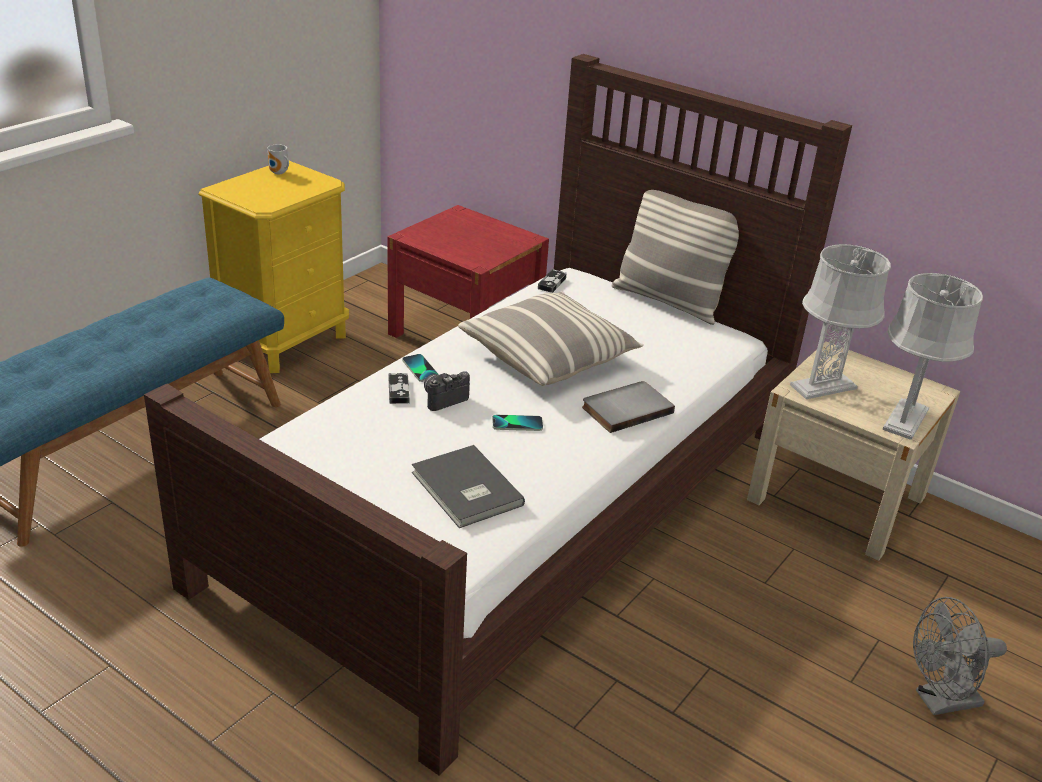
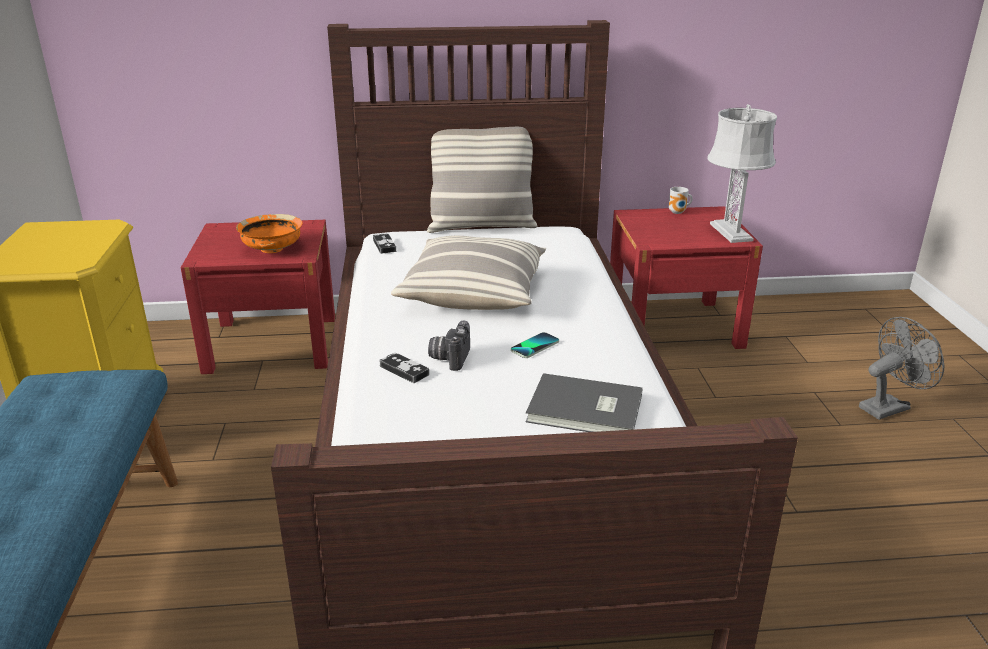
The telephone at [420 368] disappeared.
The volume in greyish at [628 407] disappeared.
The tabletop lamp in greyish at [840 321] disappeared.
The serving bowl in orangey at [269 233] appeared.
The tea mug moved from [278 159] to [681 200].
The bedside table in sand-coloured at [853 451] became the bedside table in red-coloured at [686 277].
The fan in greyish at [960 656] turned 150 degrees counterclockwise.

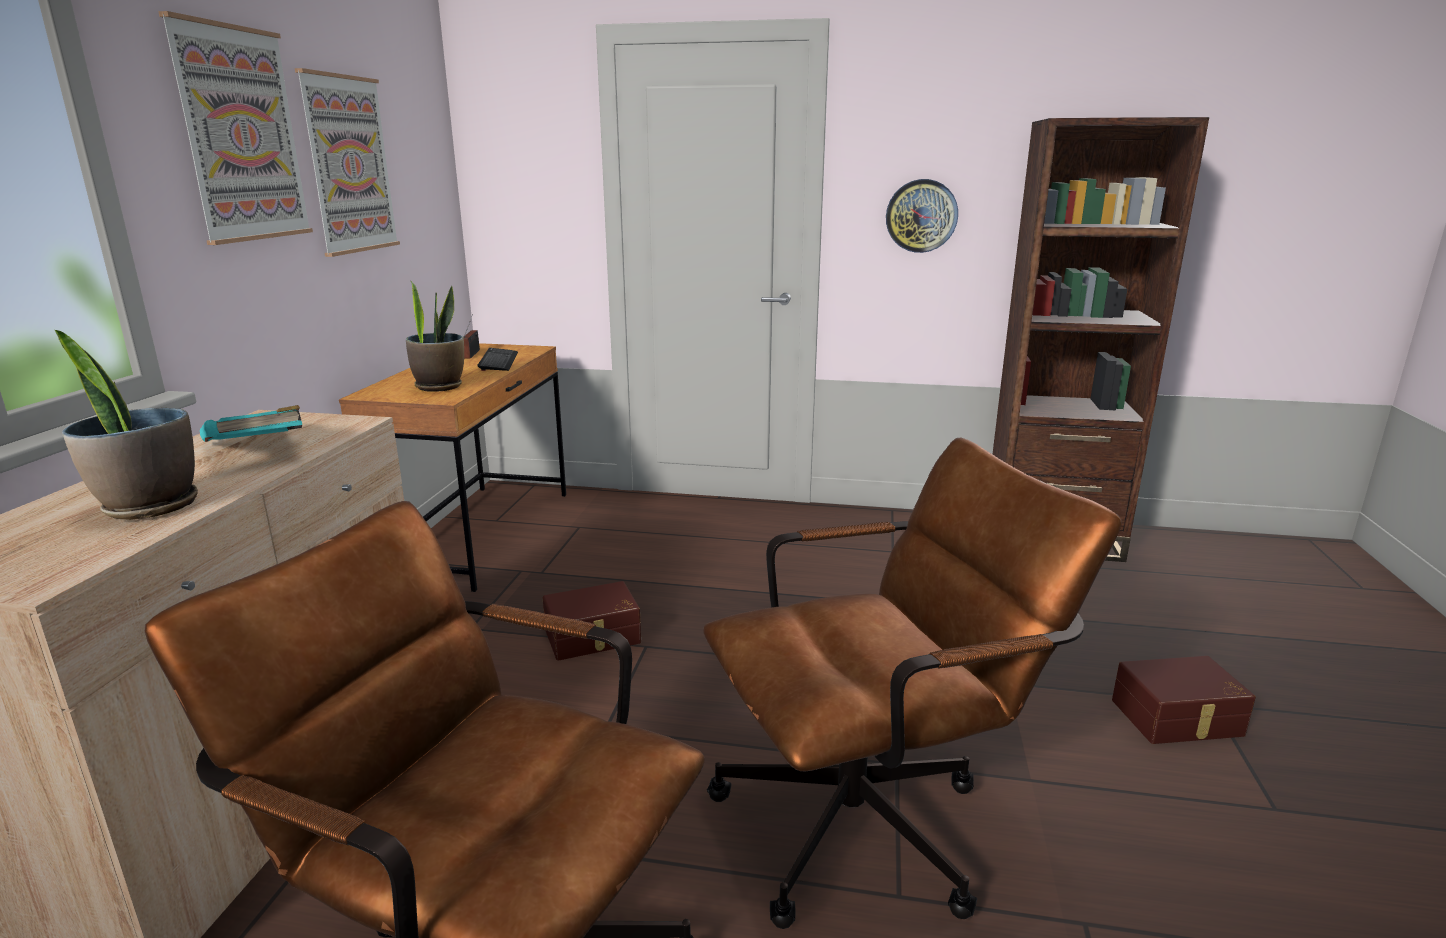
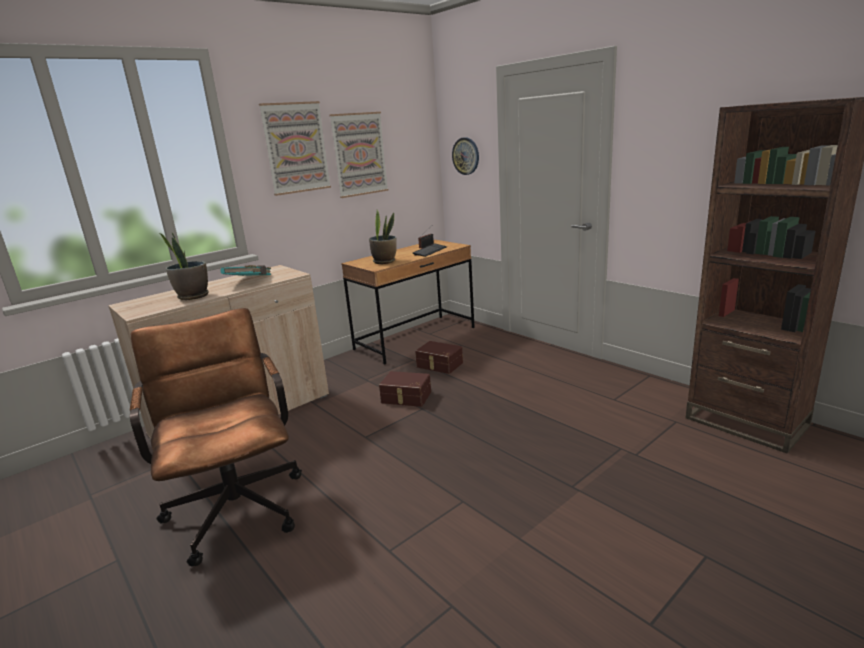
The office chair in brownish at [912 683] disappeared.
The wall clock moved from [922 216] to [465 156].
The storage container in brownish moved from [1184 700] to [439 357].

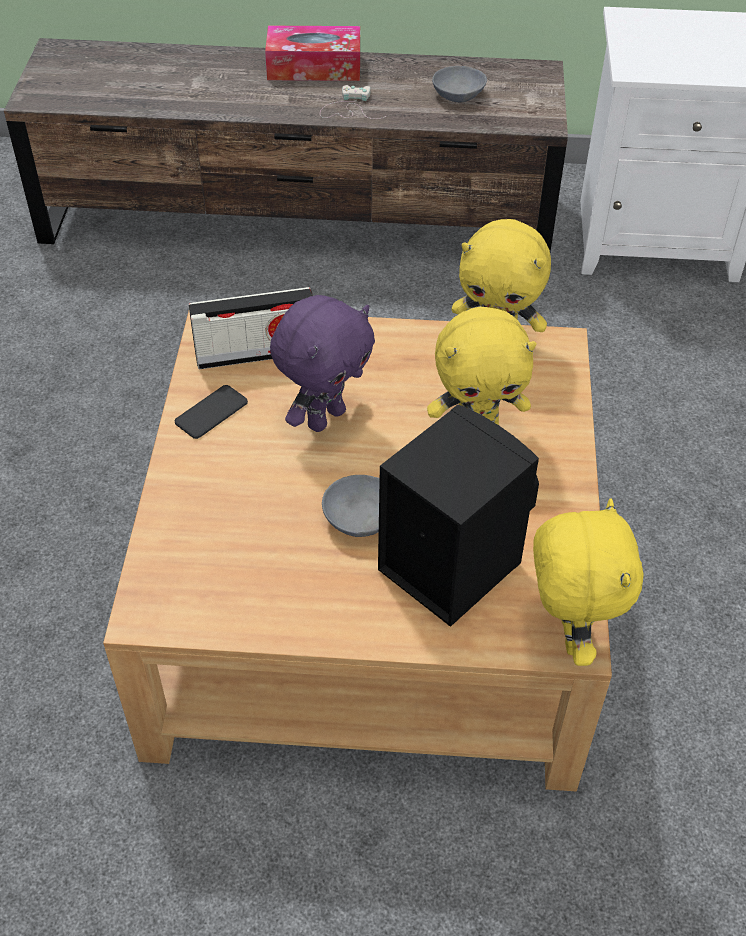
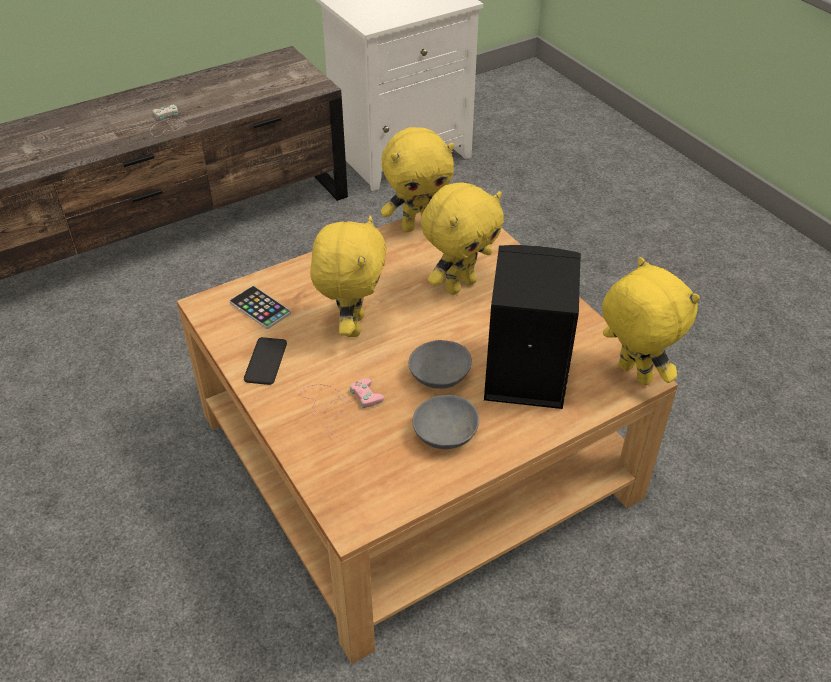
The box of tissues at [312 53] disappeared.
The gamepad in pinkish at [342 408] appeared.
The serving bowl in greyish moved from [459 84] to [446 422].
The radio set at [250 328] was replaced by the telephone at [260 307].
The cuddly toy in purple-coloured at [322 363] became the cuddly toy in yellow-coloured at [348 276].

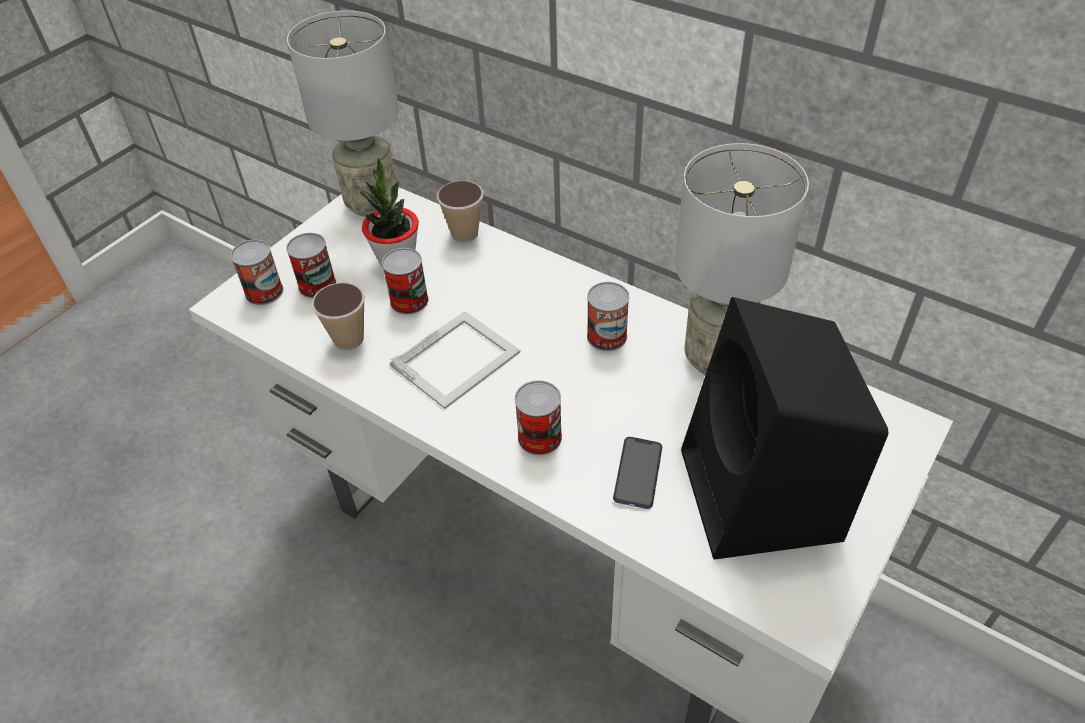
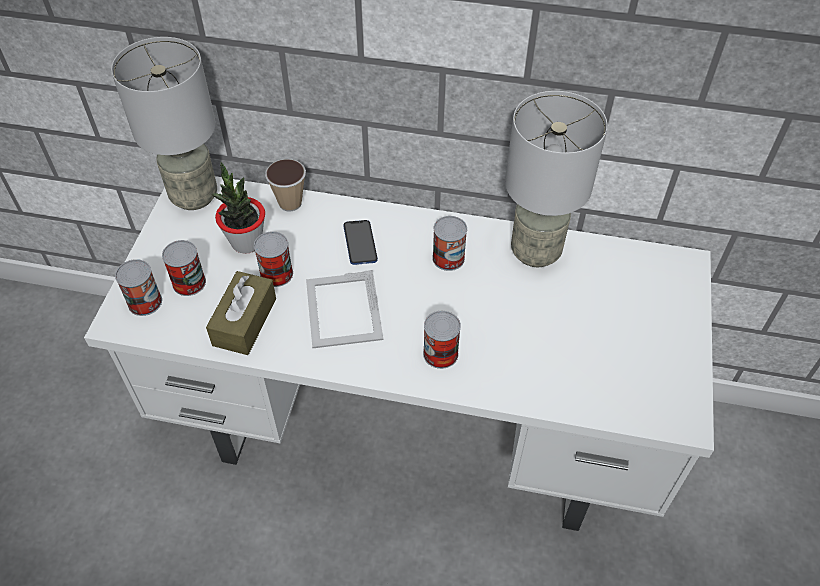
The speaker in black at [784 428] disappeared.
The telephone moved from [637 473] to [360 242].
The small cup at [338 316] was replaced by the box of tissues in brownish at [241 313].
The photo frame at [455 360] turned 150 degrees clockwise.

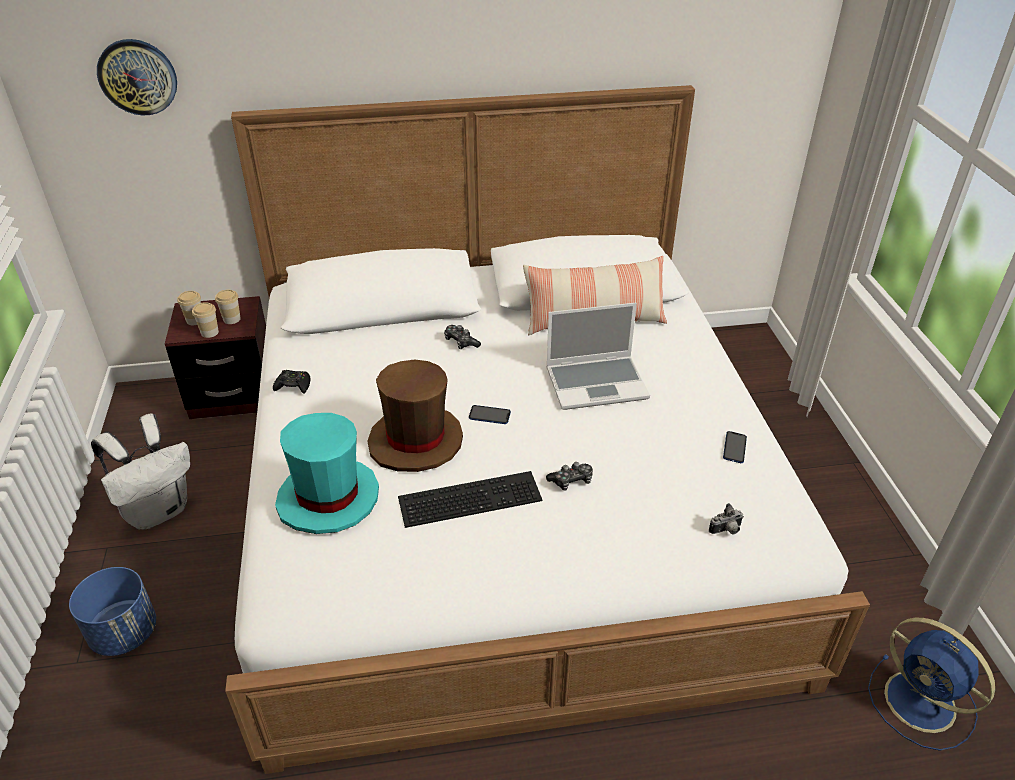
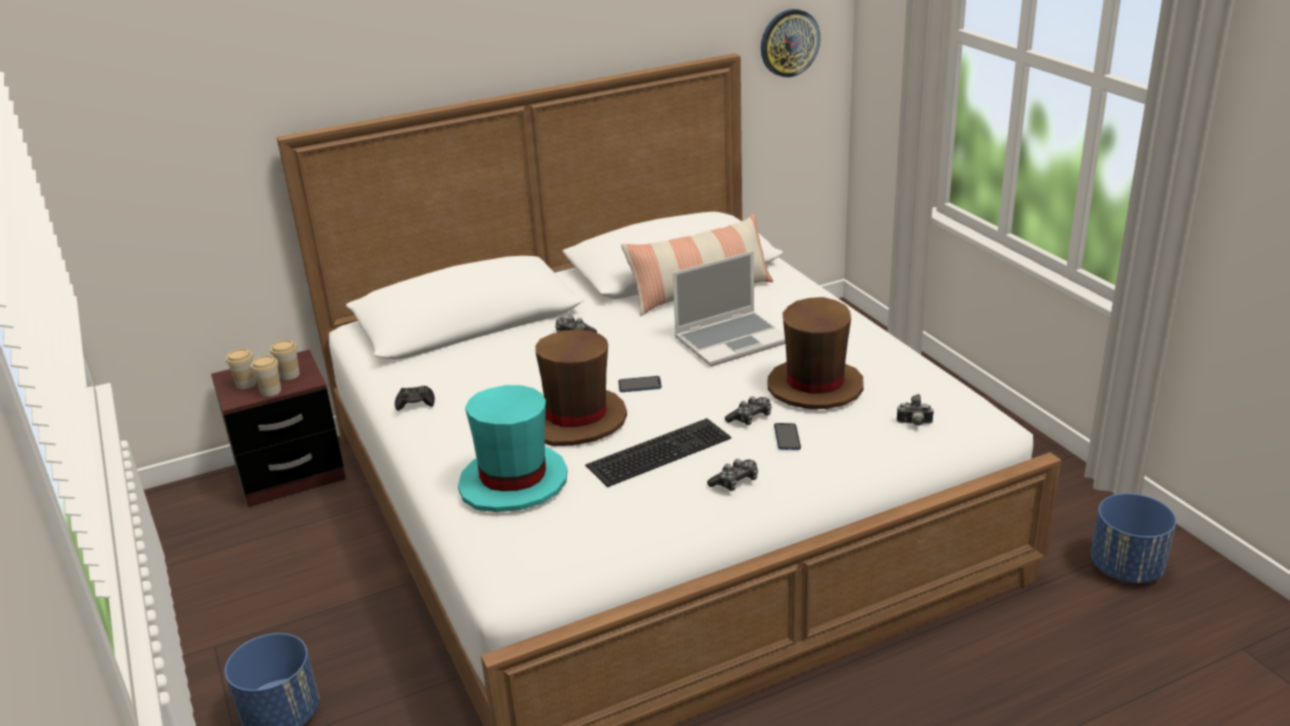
The rucksack in whitish at [140 471] disappeared.
The gamepad at [732 475] appeared.
The clothing hat in brownish at [816 353] appeared.
The wall clock moved from [137 77] to [790 43].
The telephone moved from [735 447] to [787 436].
The fan in blue-coloured at [931 684] was replaced by the flower pot in blue-coloured at [1133 538].
The still camera at [726 518] turned 45 degrees clockwise.

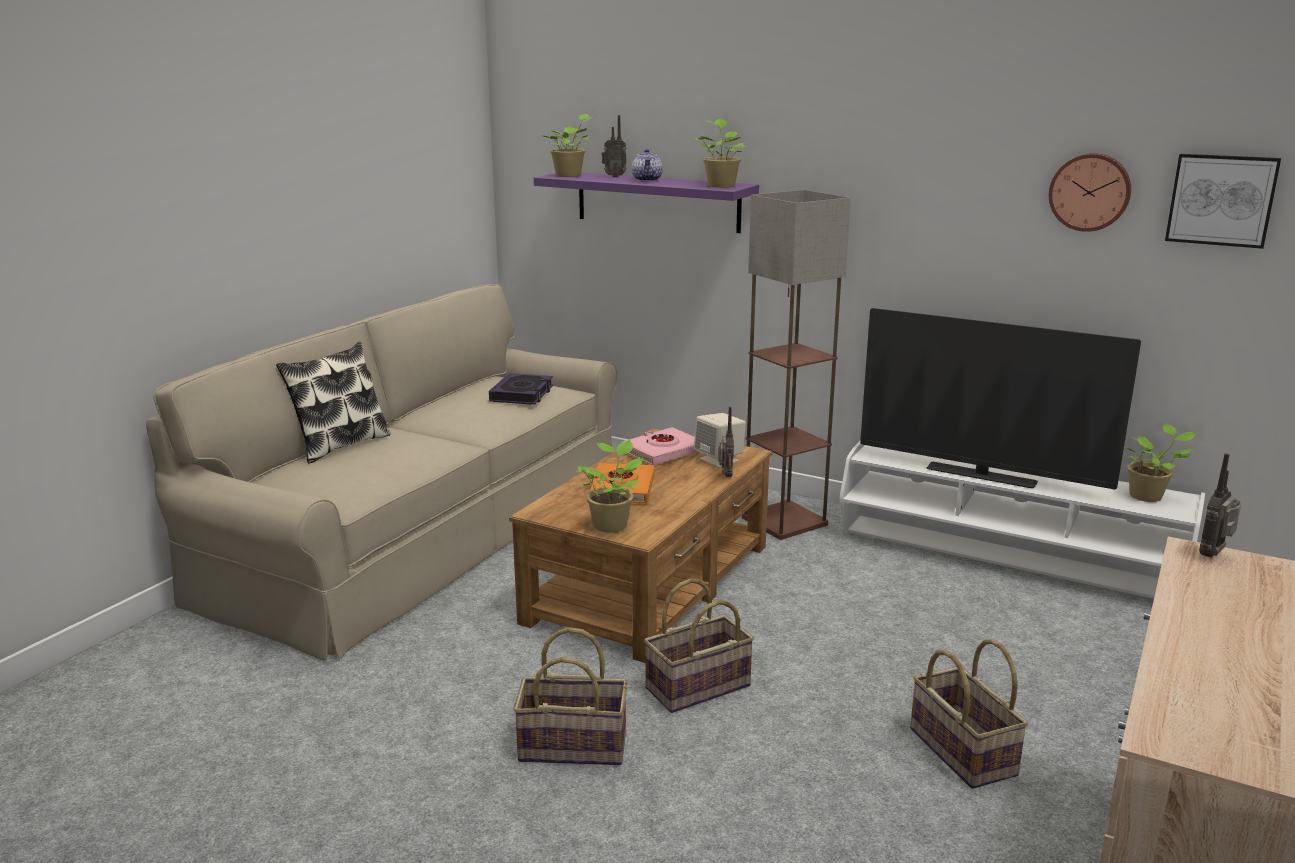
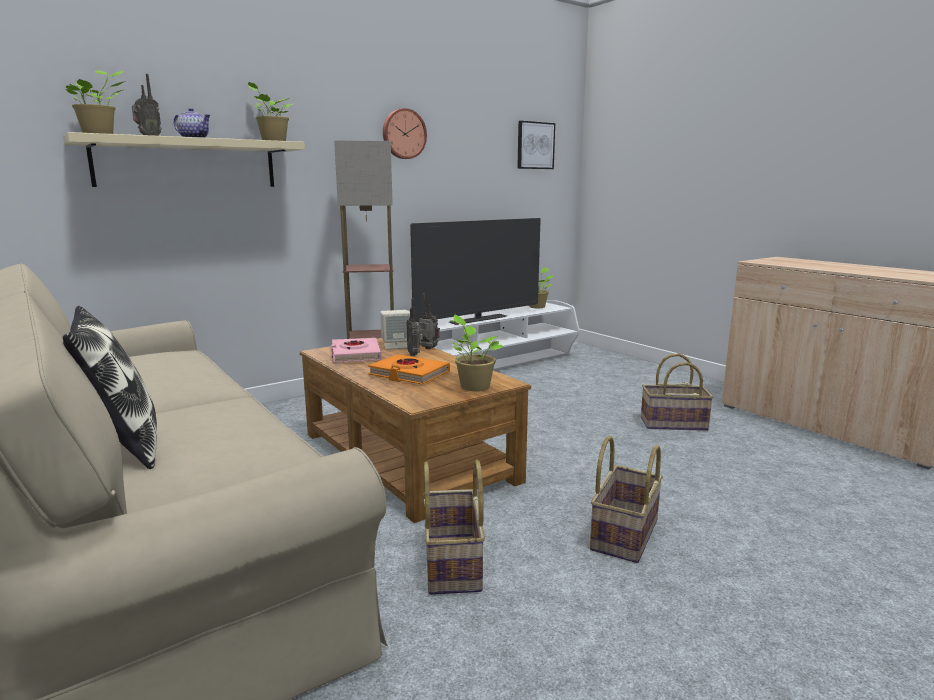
The volume at [521 389] disappeared.
The basket moved from [699 646] to [454 527].
The wall clock moved from [1090 192] to [405 133].
The radio set moved from [1220 505] to [414 327].
The wall shelf in purple-coloured at [646 203] became the wall shelf in sand-coloured at [184 159].

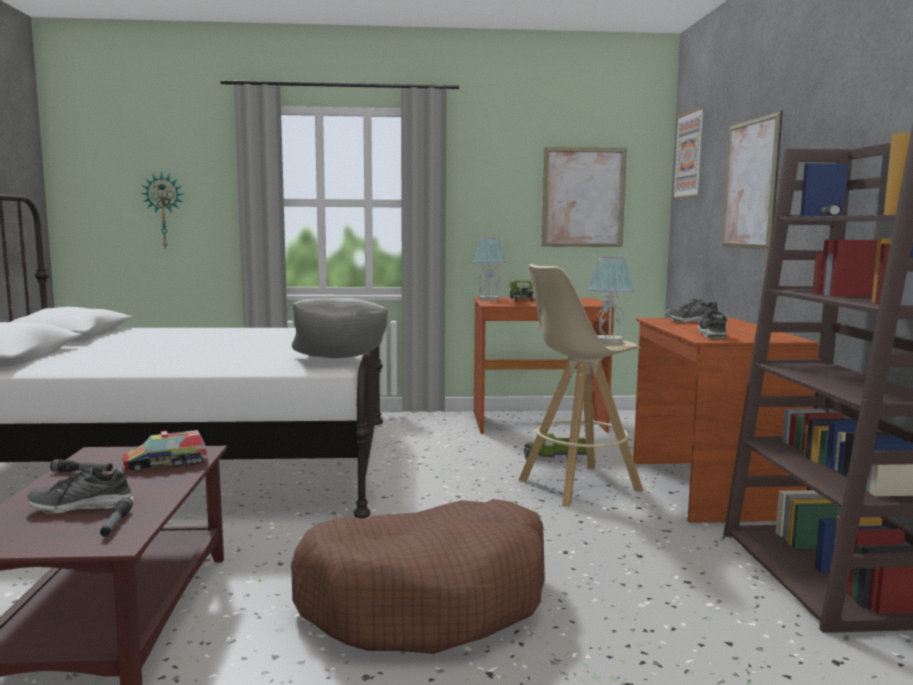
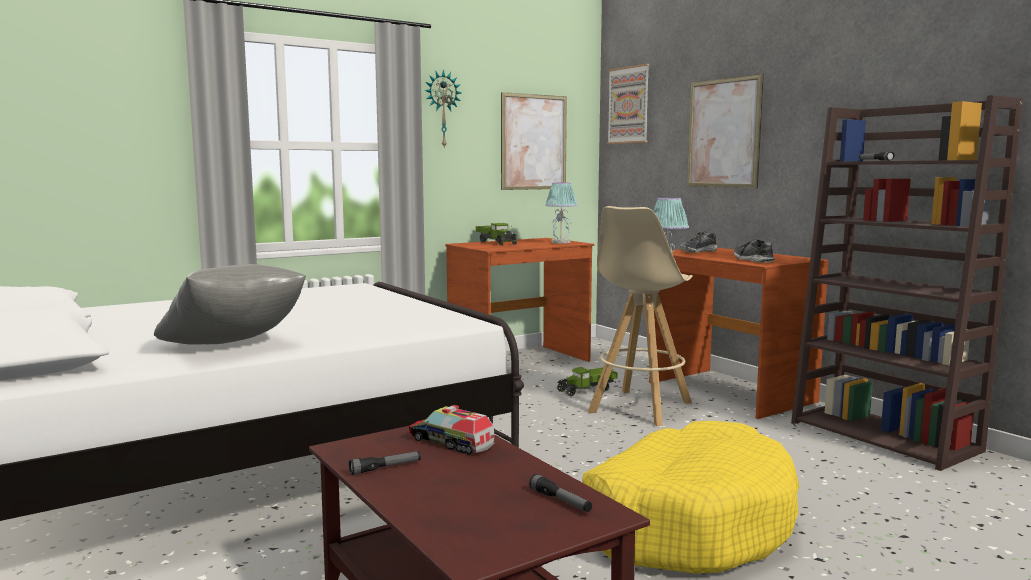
The item of footwear at [80 490] disappeared.
The wall clock moved from [162 210] to [442 109].
The throw pillow in greyish moved from [340 328] to [230 304].
The tabletop lamp moved from [489 269] to [561 213].
The dog bed in brownish at [418 576] became the dog bed in yellow-coloured at [690 497].
The model truck at [165 451] turned 90 degrees clockwise.

